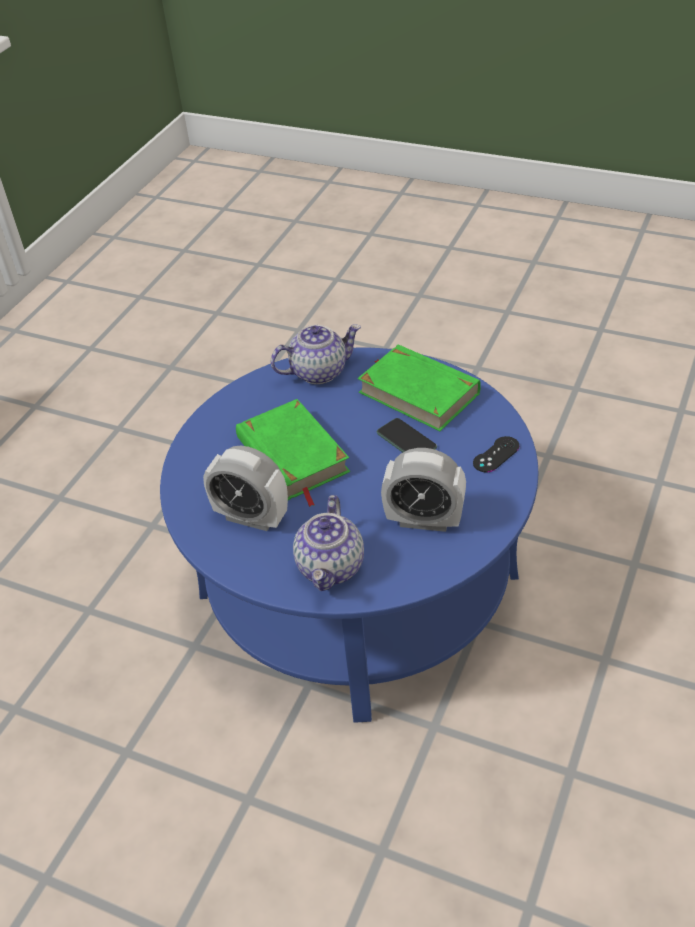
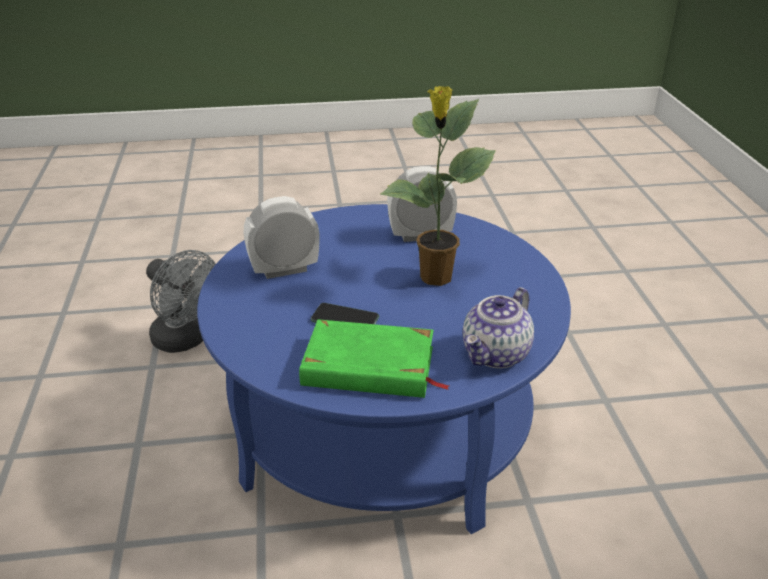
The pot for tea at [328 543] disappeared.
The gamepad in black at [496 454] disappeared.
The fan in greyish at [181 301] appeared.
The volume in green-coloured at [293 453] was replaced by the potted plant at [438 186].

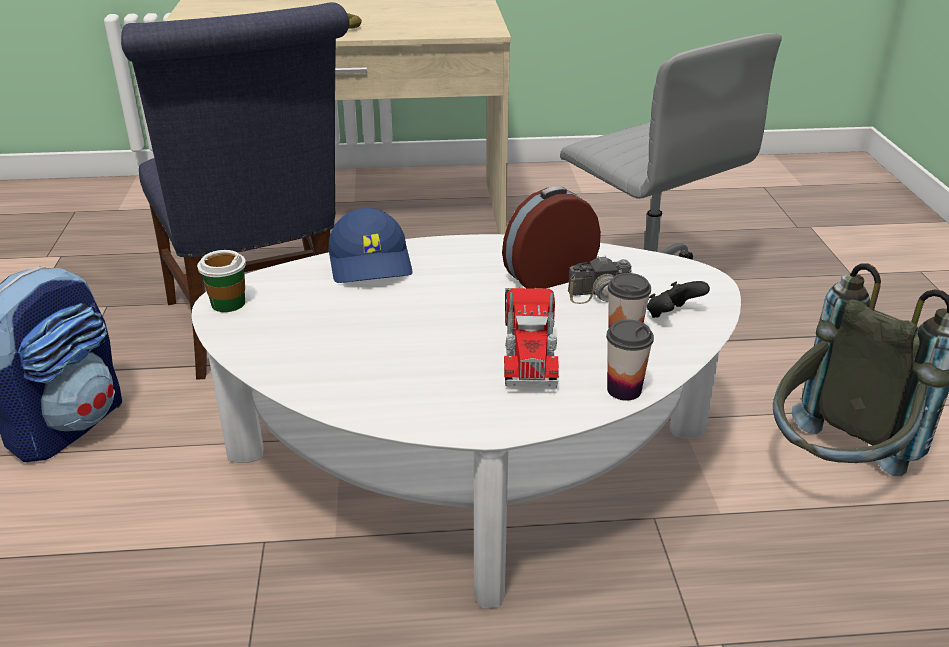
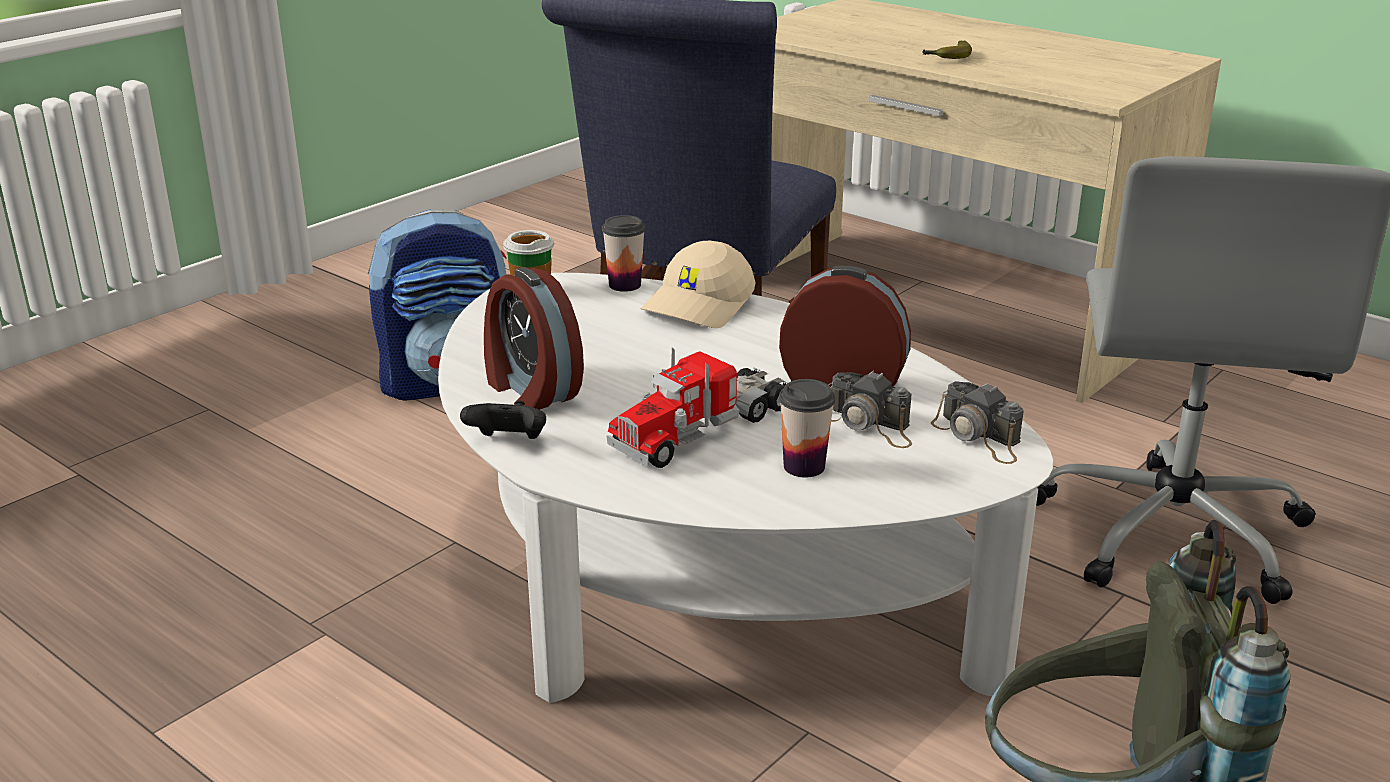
The bedside clock at [534 338] appeared.
The still camera at [977 422] appeared.
The small cup moved from [630 360] to [623 253].
The gamepad in black moved from [678 299] to [503 420].
The cap in blue-coloured at [370 245] became the cap in sand-coloured at [697 284].

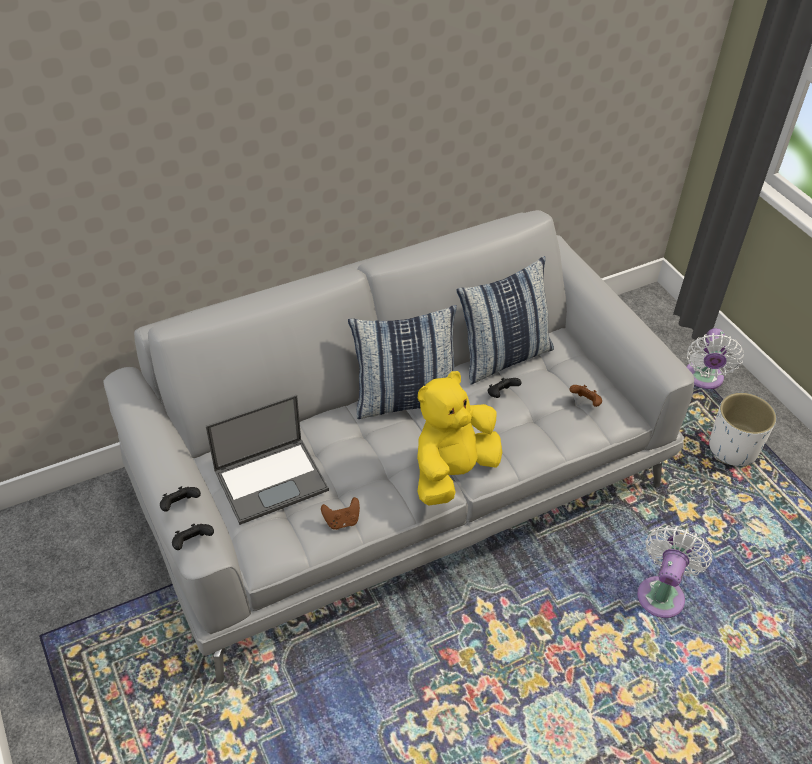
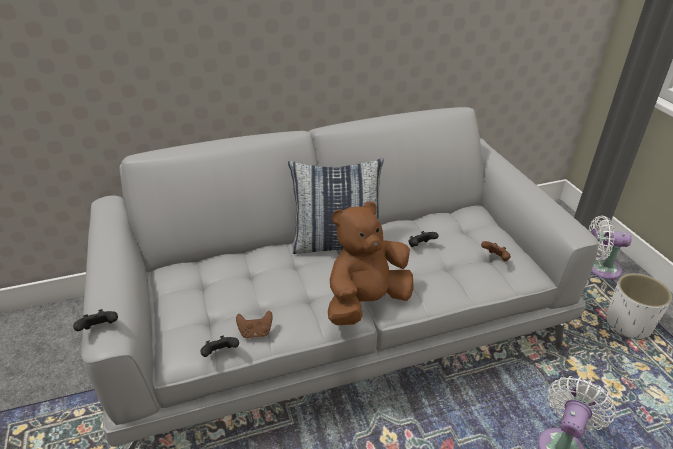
The laptop at [267 460] disappeared.
The throw pillow at [505 320] disappeared.
The gamepad in black moved from [180 499] to [220 346].
The cuddly toy in yellow-coloured at [459 438] became the cuddly toy in brownish at [371 263].
The fan in whitish at [715 358] turned 75 degrees clockwise.

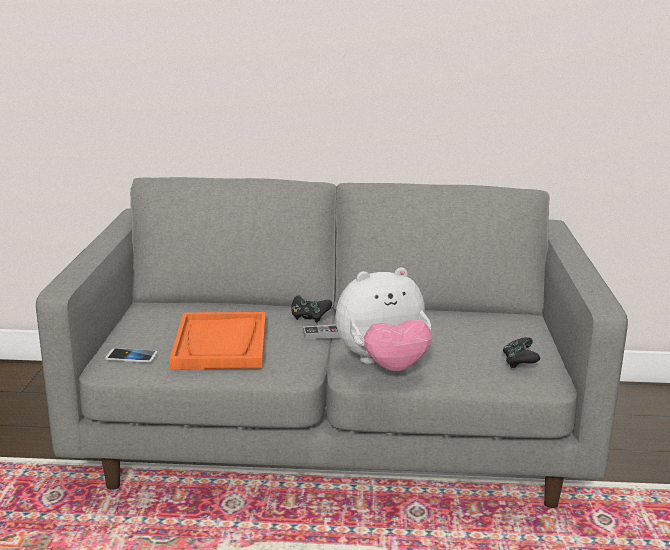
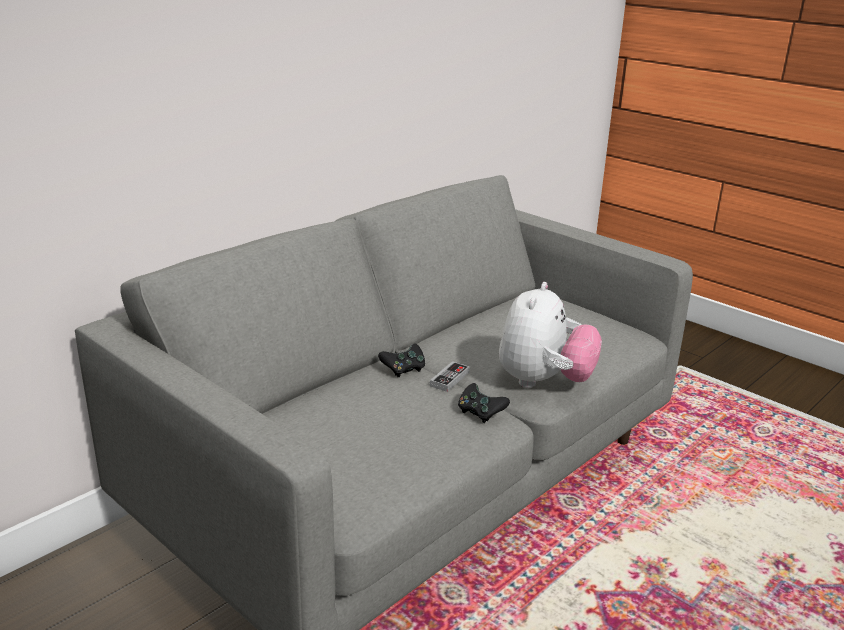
The telephone at [131 355] disappeared.
The serving tray in orangey at [218 340] disappeared.
The gamepad in black moved from [521 352] to [484 403].

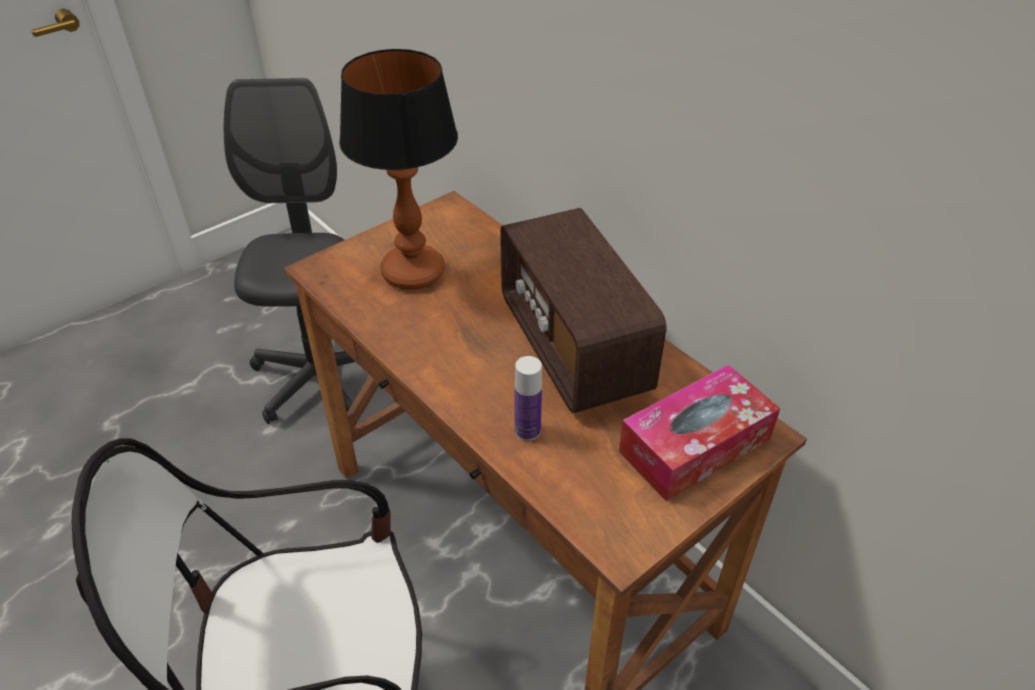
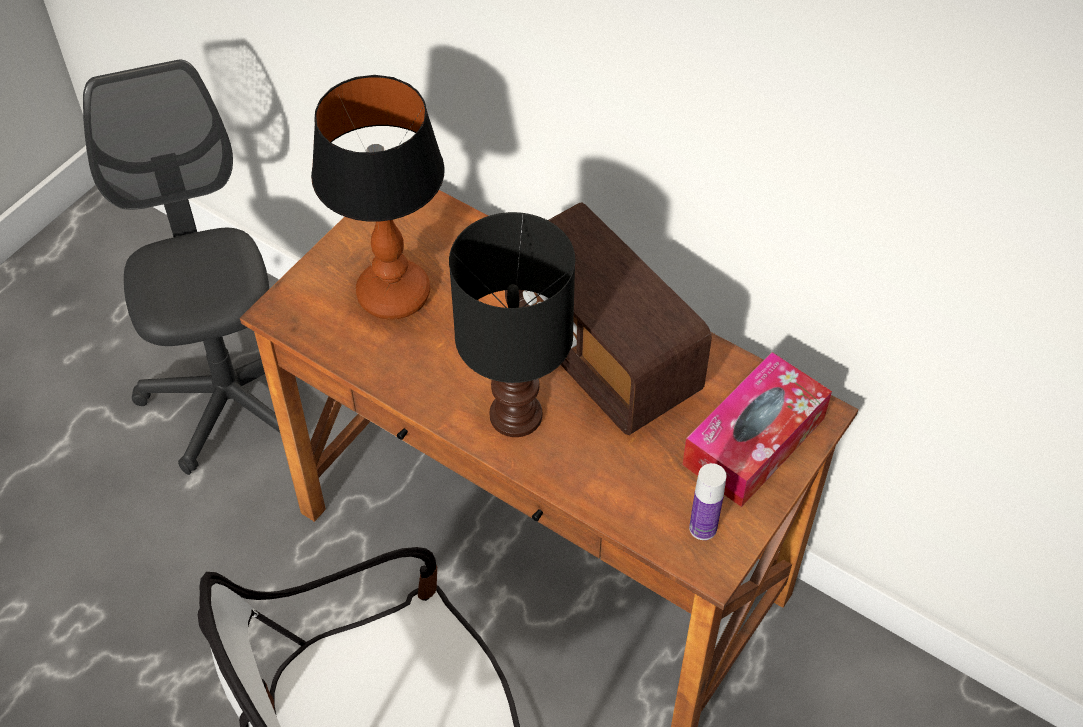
The tabletop lamp in black at [512 324] appeared.
The bottle moved from [528 398] to [707 501].

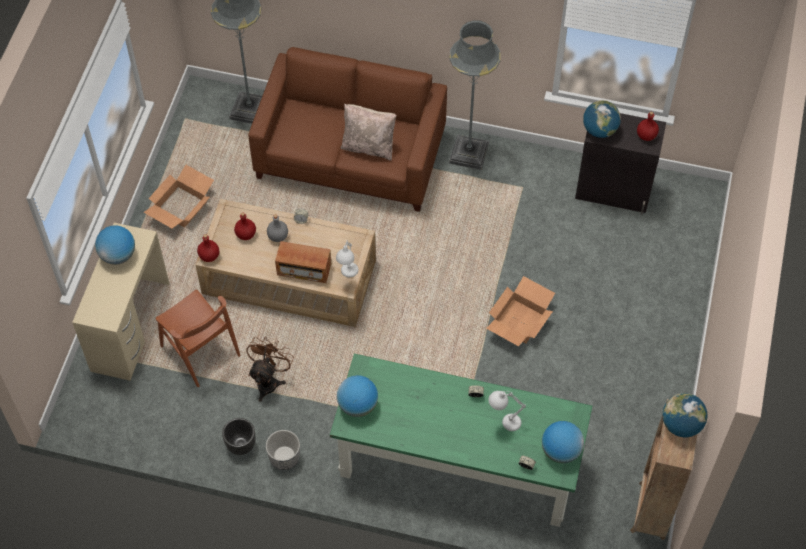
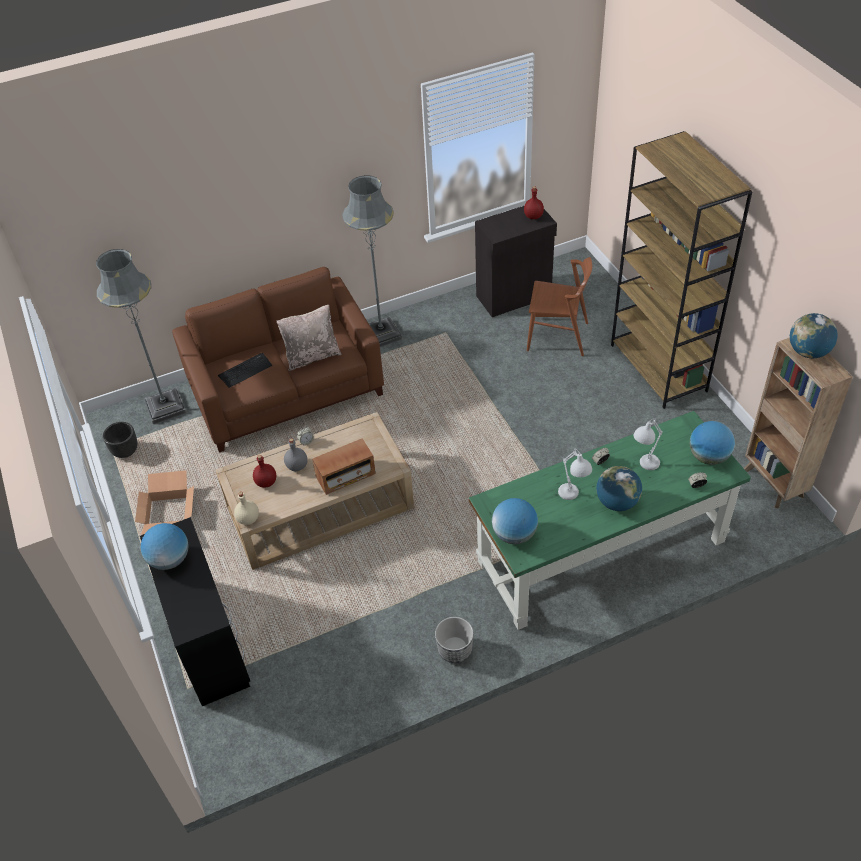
The fan in brownish at [270 369] disappeared.
The carton at [520 311] disappeared.
The keyboard at [245 370] appeared.
The bookshelf in brownish at [681 270] appeared.
The plain chair in brownish moved from [198 338] to [559 306].
The flower pot in black moved from [238 436] to [120 440].
The tabletop lamp in whitish moved from [347 259] to [575 474].
The world globe moved from [602 119] to [619 488].
The desk in sand-coloured at [121 302] became the desk in black at [195 611].
The bottle in red-coloured at [208 248] became the bottle in sand-coloured at [246 508].

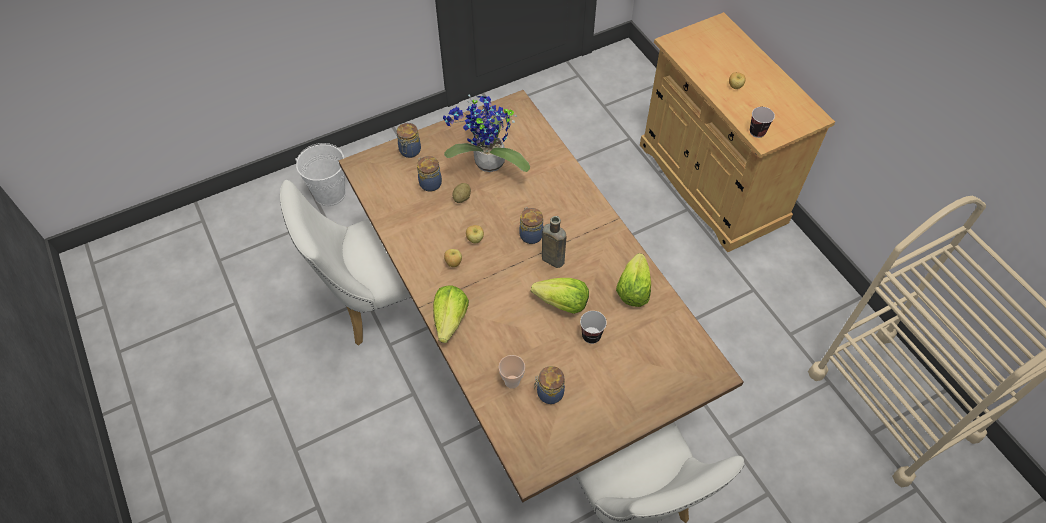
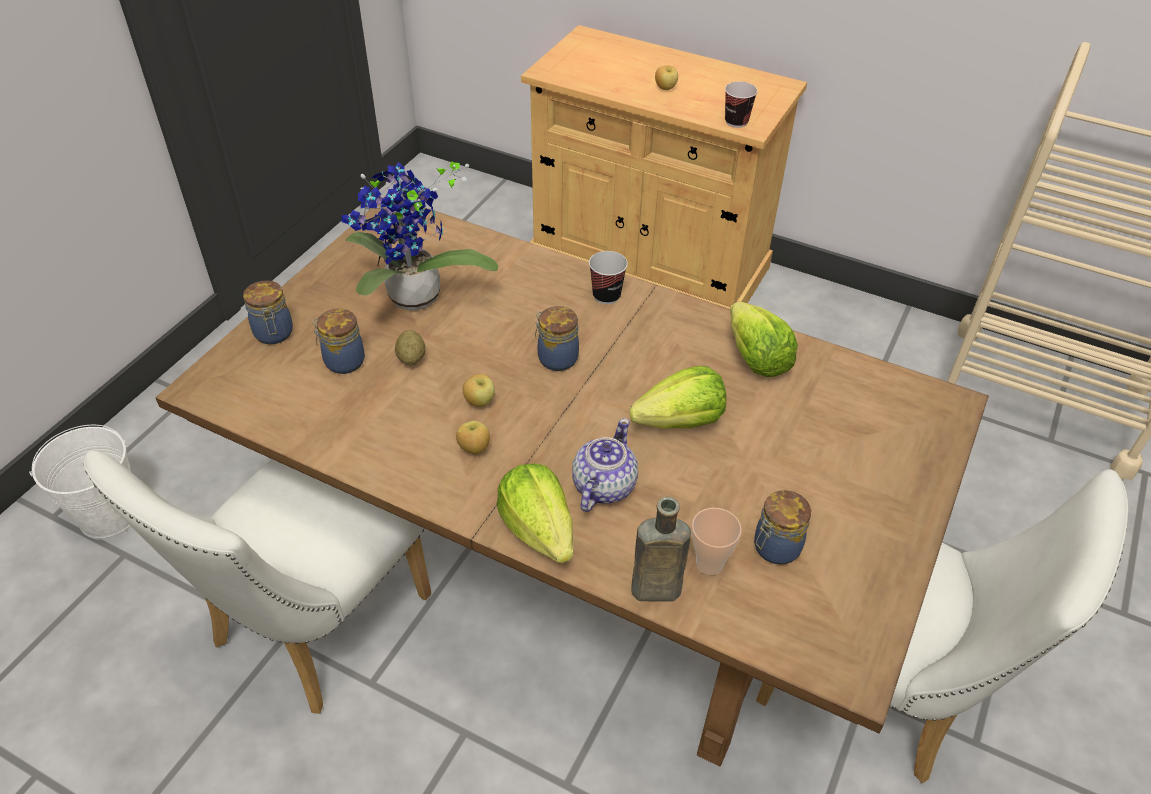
The pot for tea at [605 465] appeared.
The bottle in brownish moved from [554 242] to [661 549].
The small cup moved from [593 327] to [608 277].

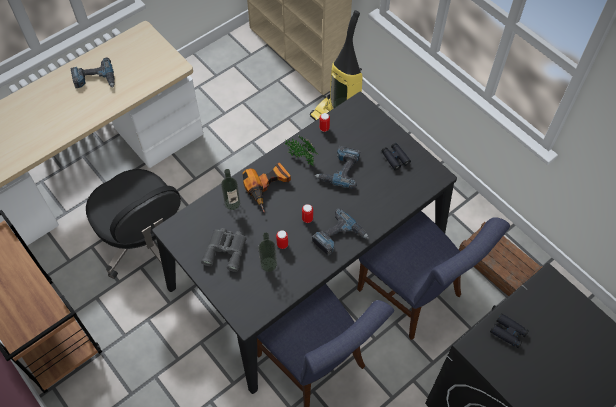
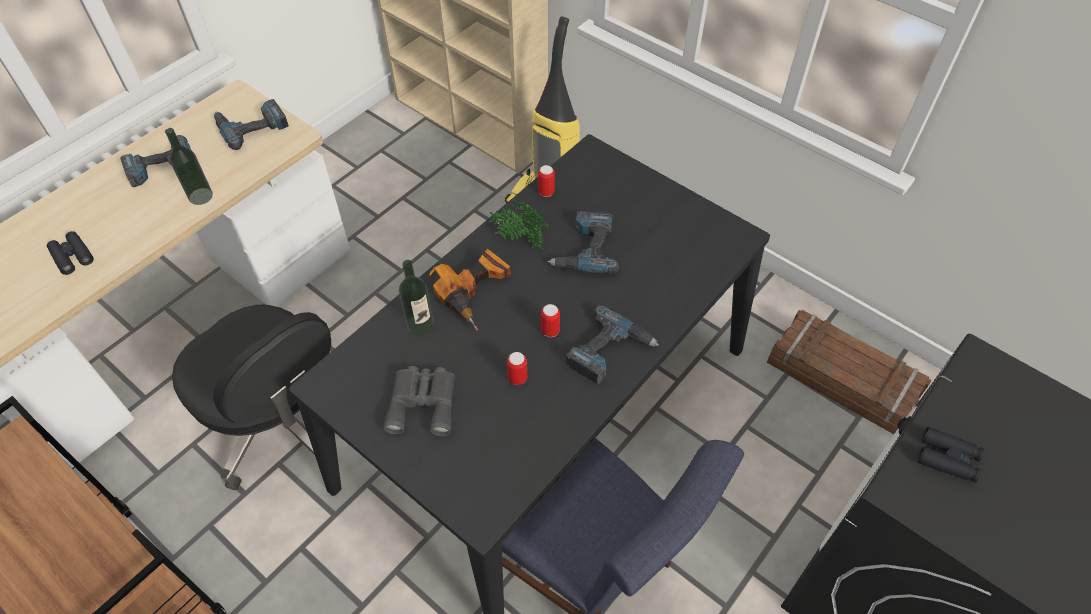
The plain chair in blue-coloured at [433 275] disappeared.
The drill at [251 124] appeared.
The bottle moved from [267 252] to [189 166].
The field glasses in black moved from [396 157] to [70 253].

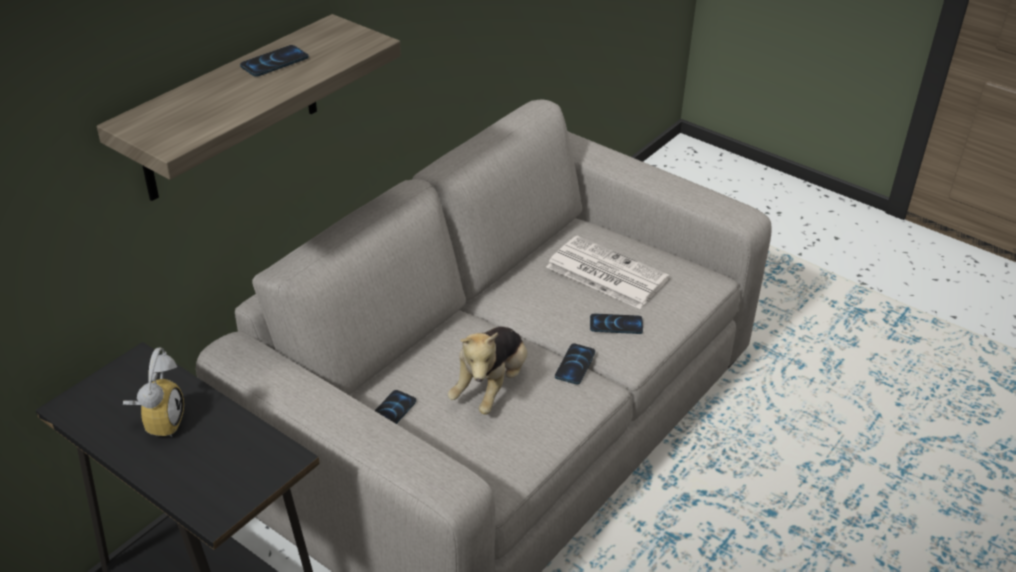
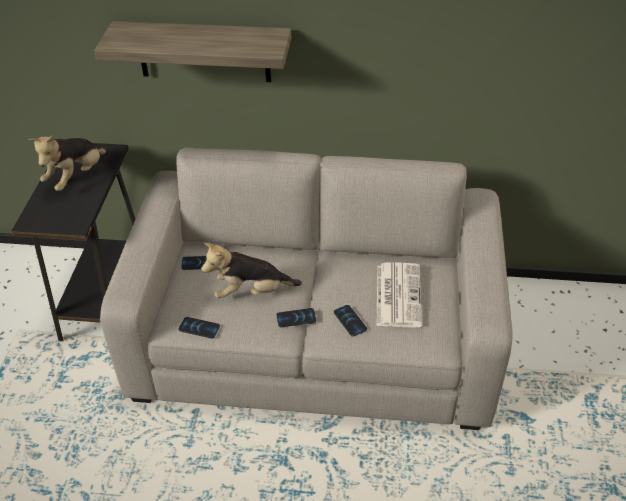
The telephone moved from [274 61] to [199 328].
The bedside clock at [153 392] was replaced by the cuddly toy at [68 163].

